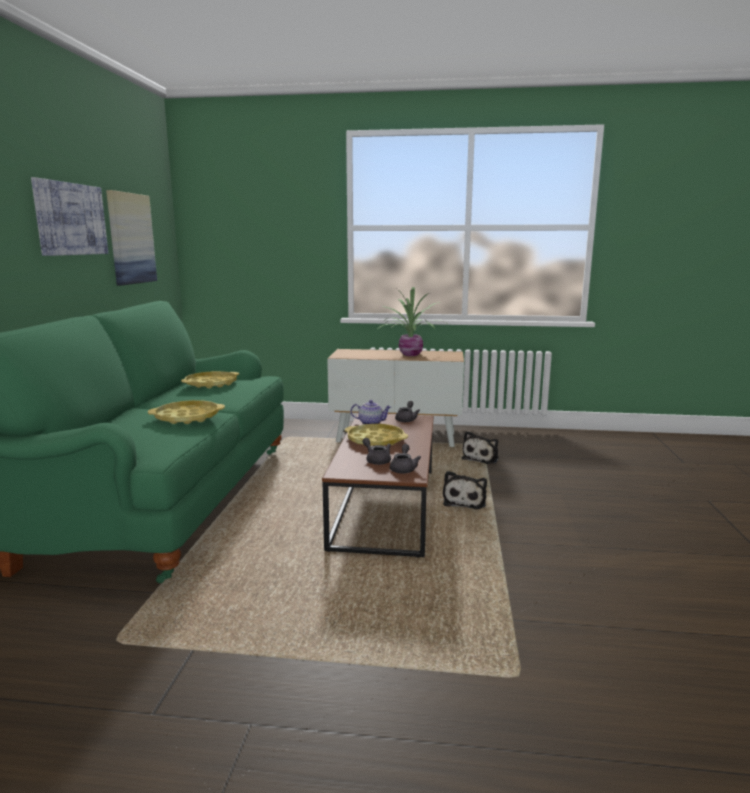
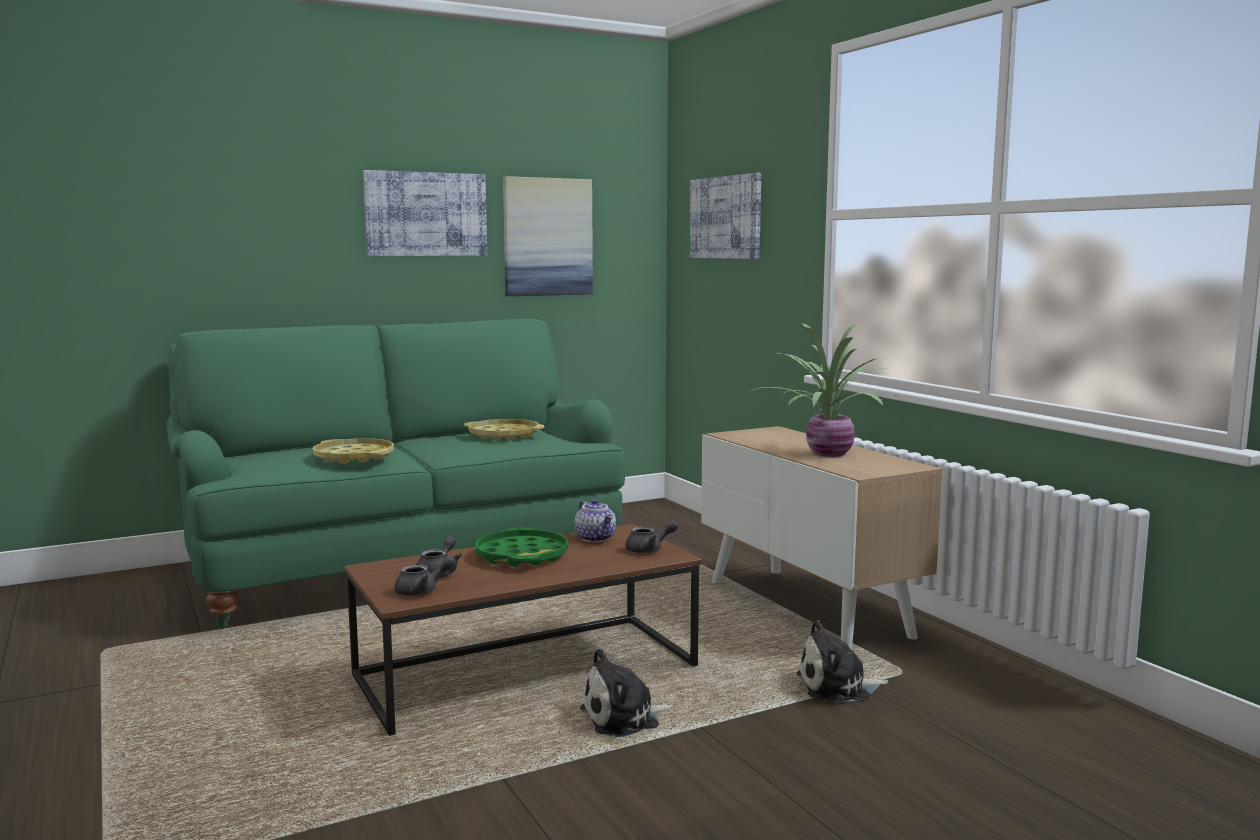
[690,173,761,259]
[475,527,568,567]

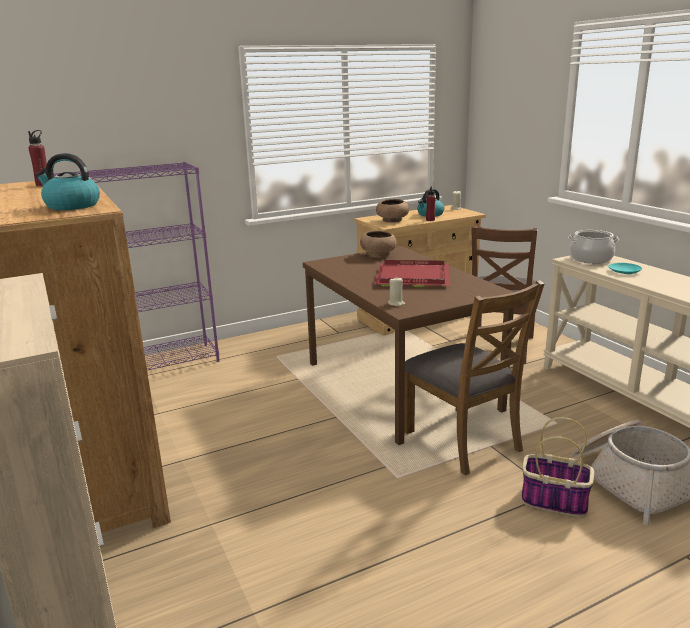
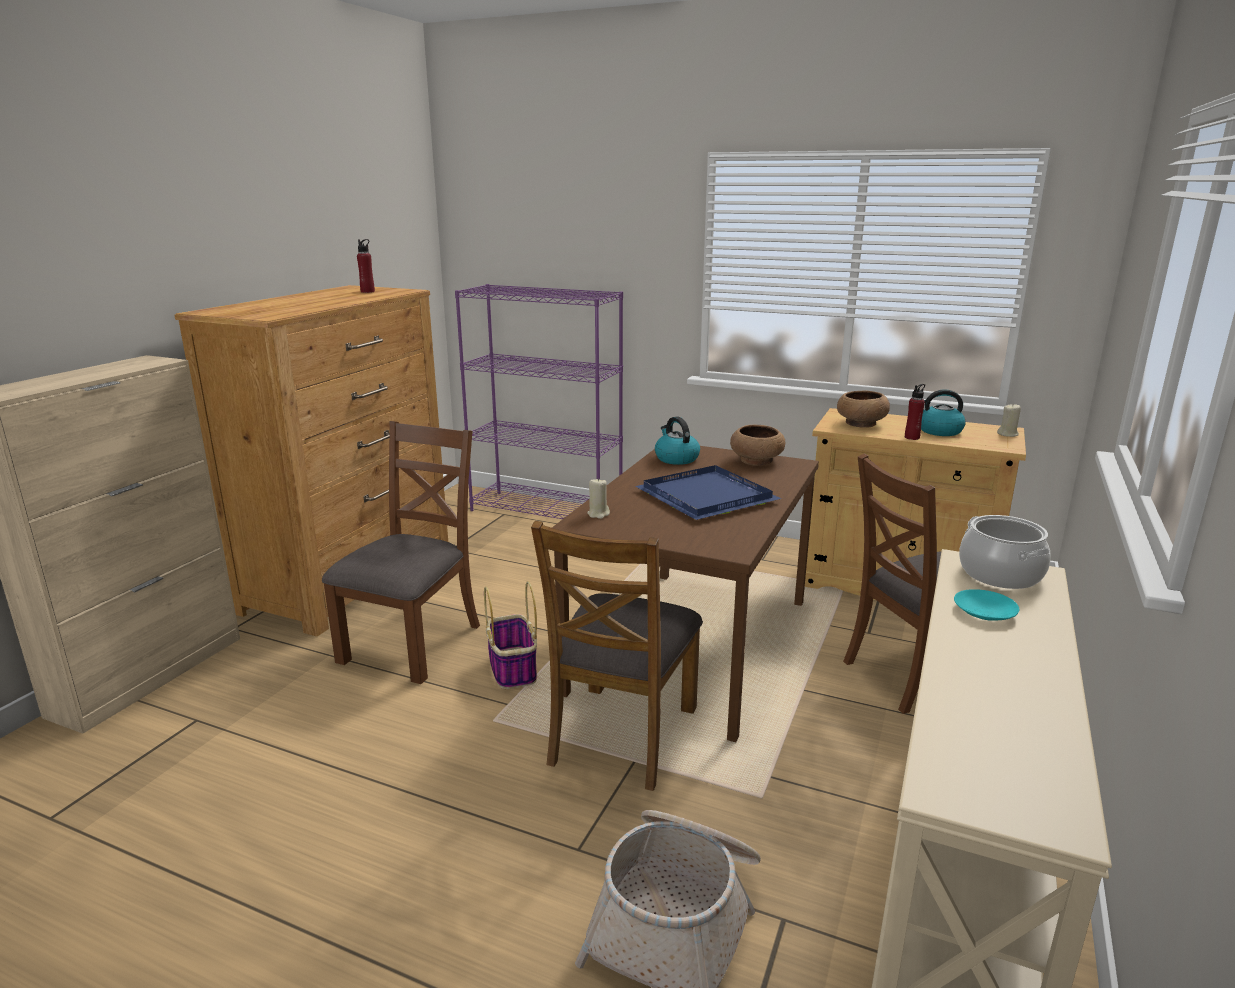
[322,421,480,684]
[655,417,700,465]
[484,581,537,689]
[635,465,781,520]

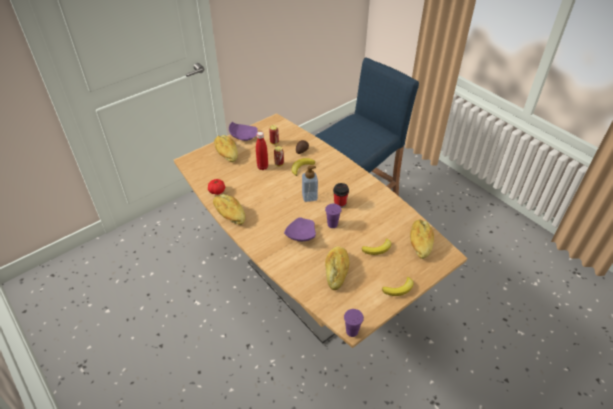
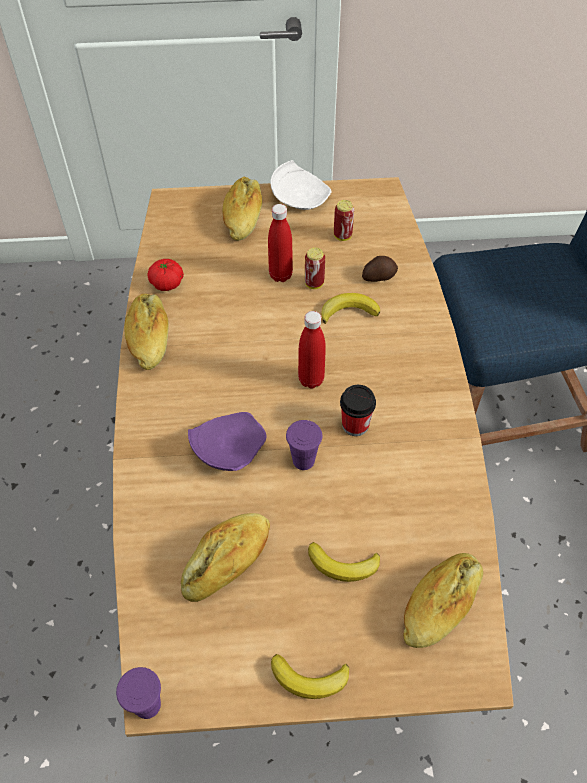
[298,311,326,389]
[271,160,332,210]

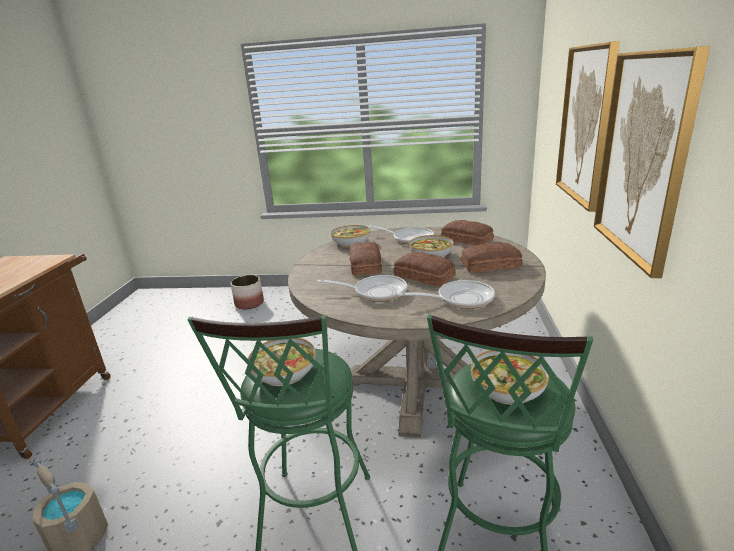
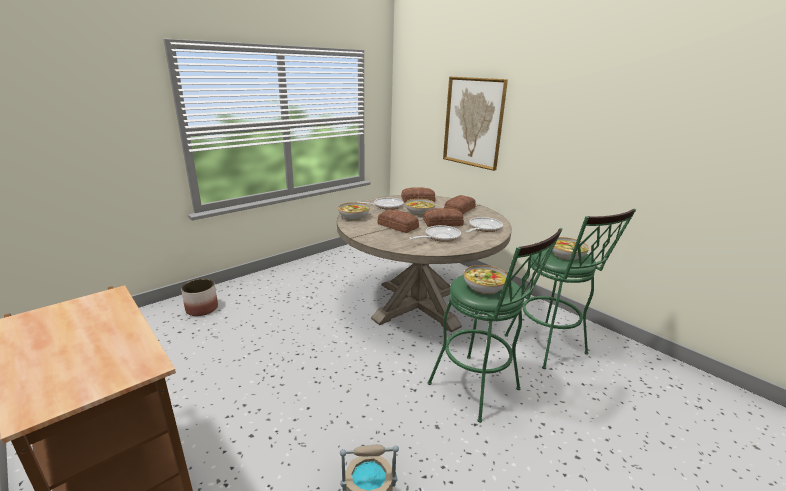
[594,46,710,278] (first image)

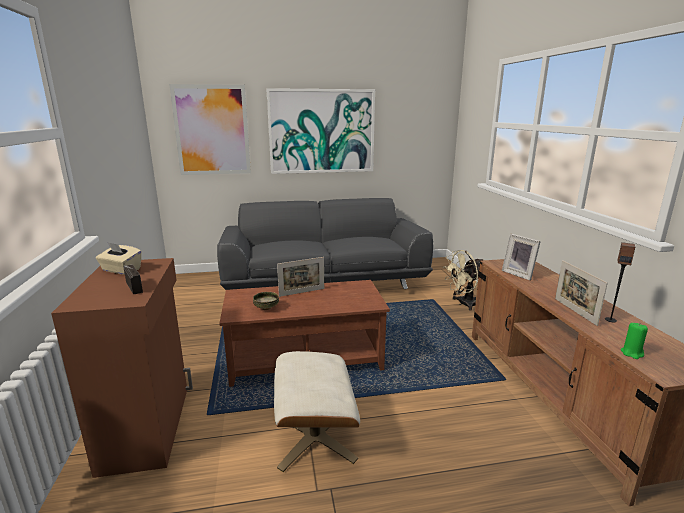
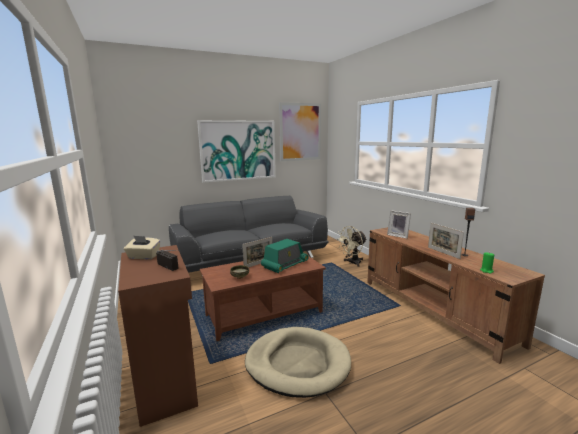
[261,239,309,273]
[279,102,321,161]
[245,327,351,398]

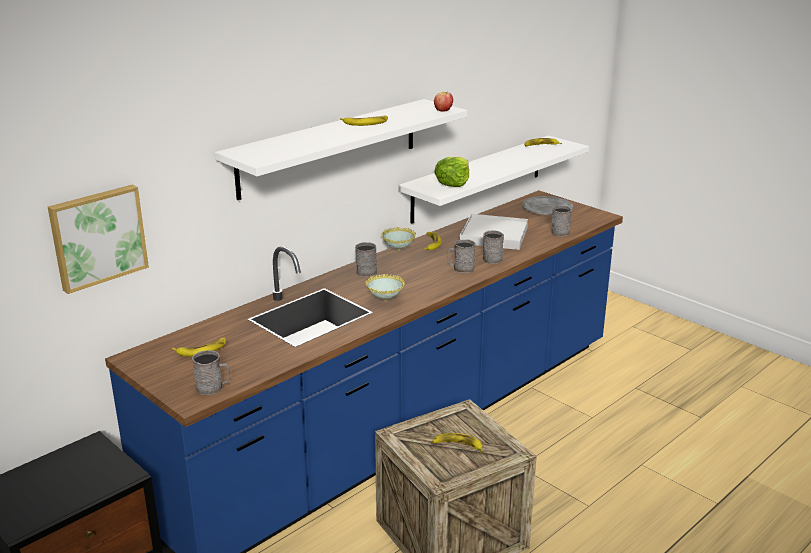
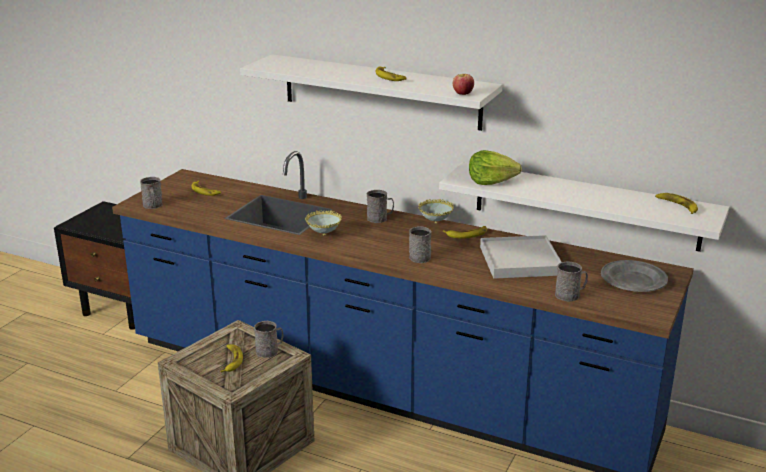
[48,184,149,294] (first image)
[254,321,284,358]

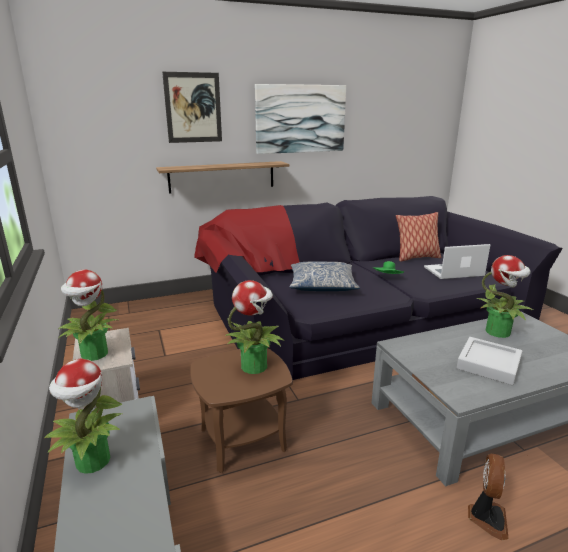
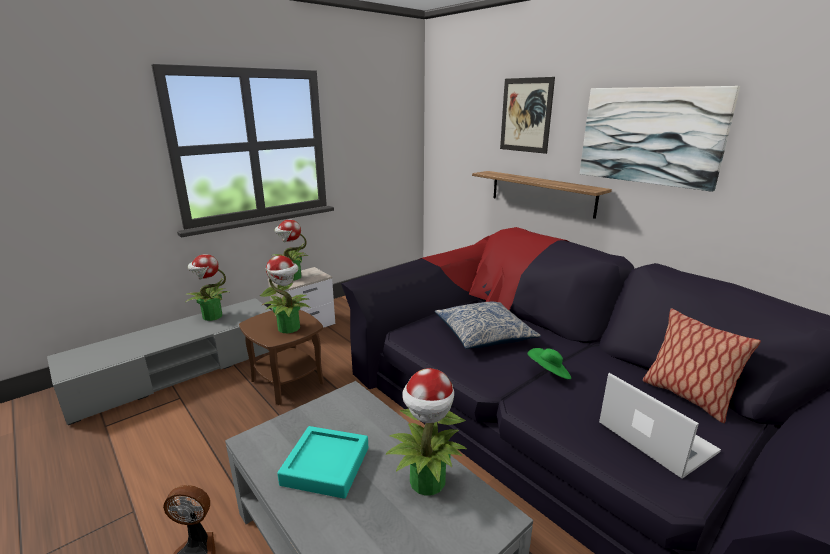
[277,426,368,499]

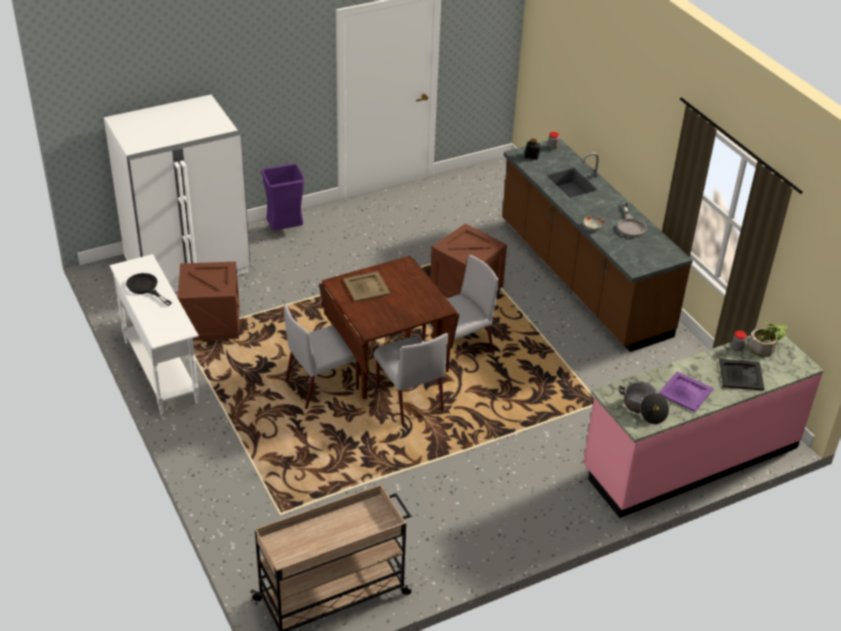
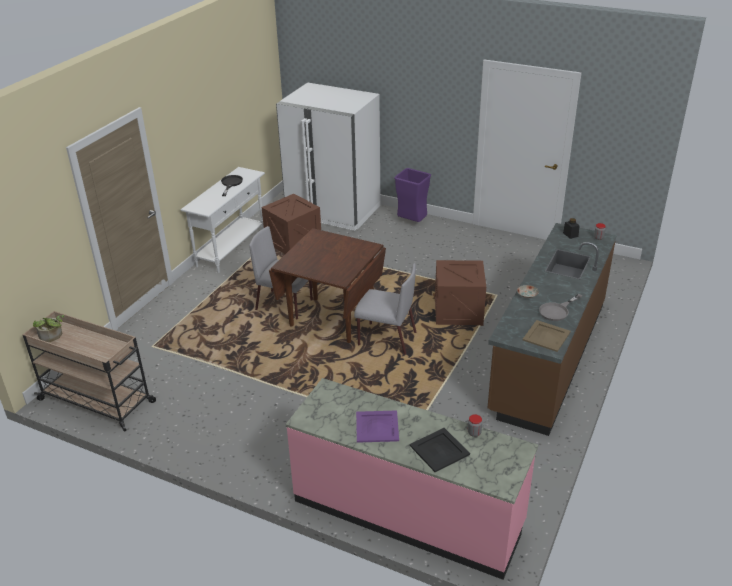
[374,333,448,425] (first image)
[619,381,669,425] (first image)
[522,320,571,352]
[33,315,64,342]

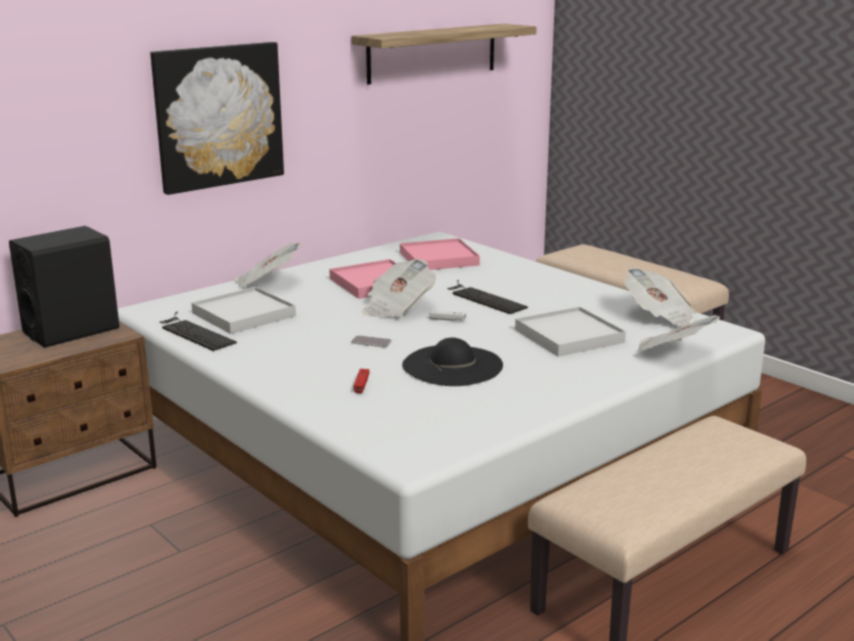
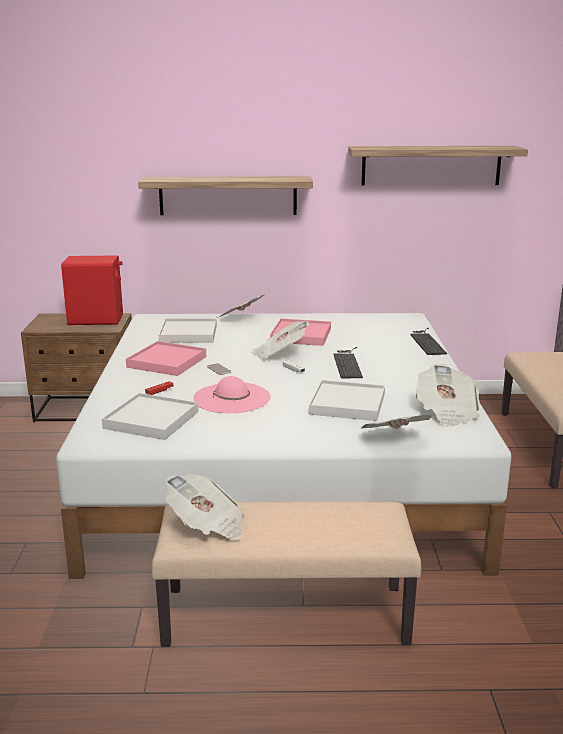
[102,393,198,440]
[166,474,244,541]
[411,328,447,355]
[126,341,206,376]
[138,176,313,215]
[61,255,123,325]
[194,376,271,413]

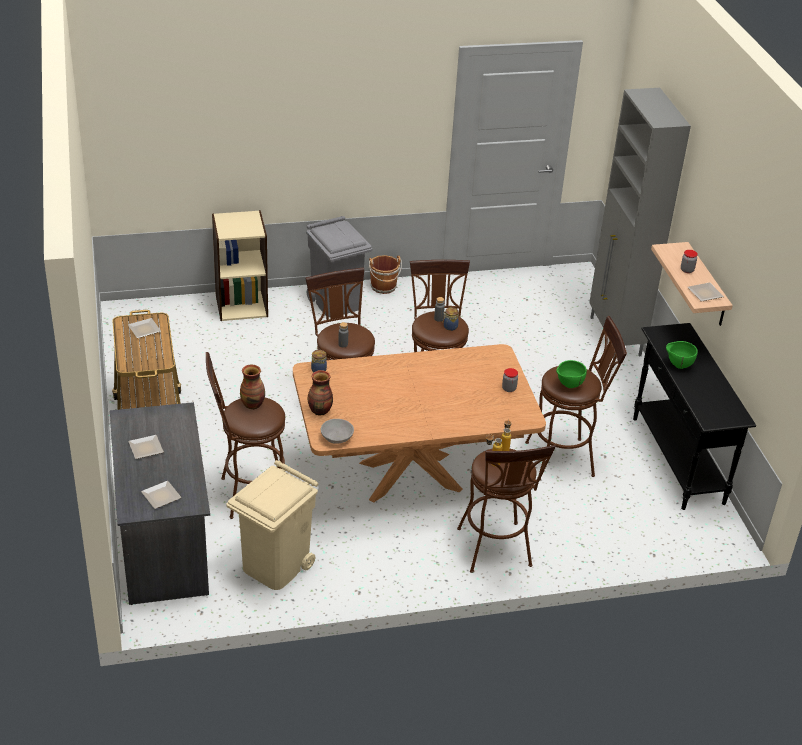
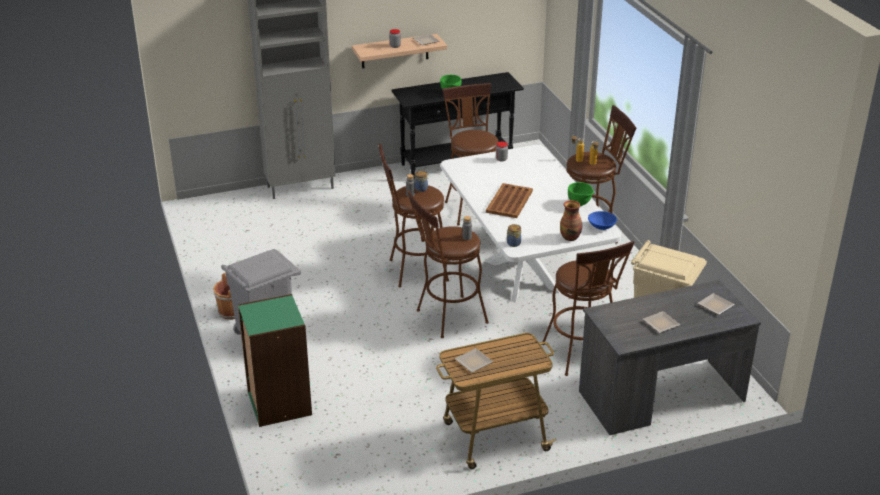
[240,365,265,409] (first image)
[486,183,533,218]
[568,182,594,206]
[238,294,312,427]
[441,145,621,303]
[588,211,617,230]

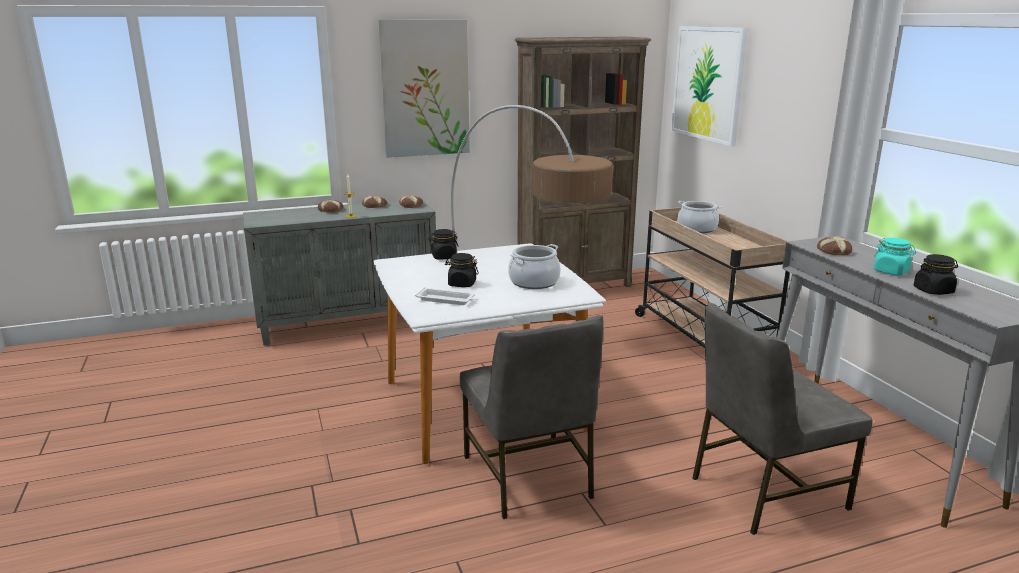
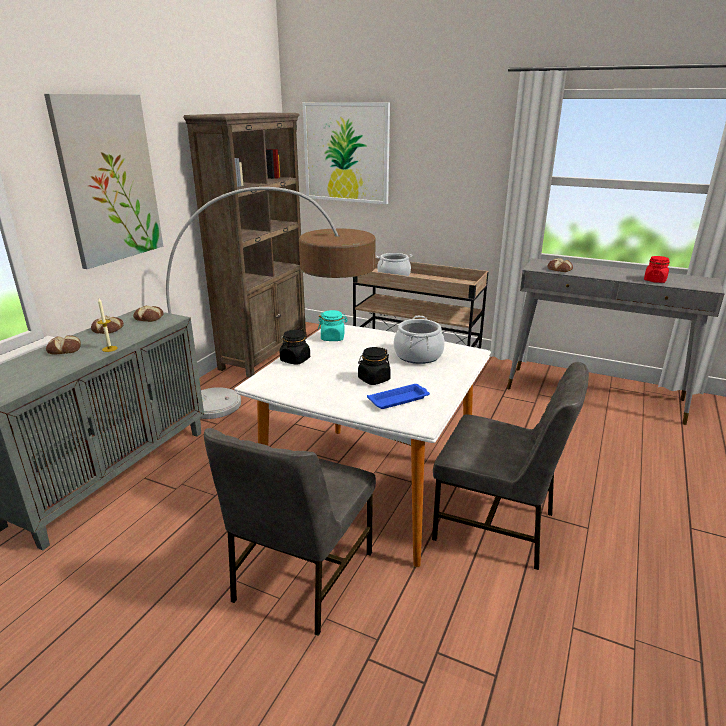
[204,428,376,636]
[318,310,348,341]
[367,384,430,409]
[644,256,670,283]

